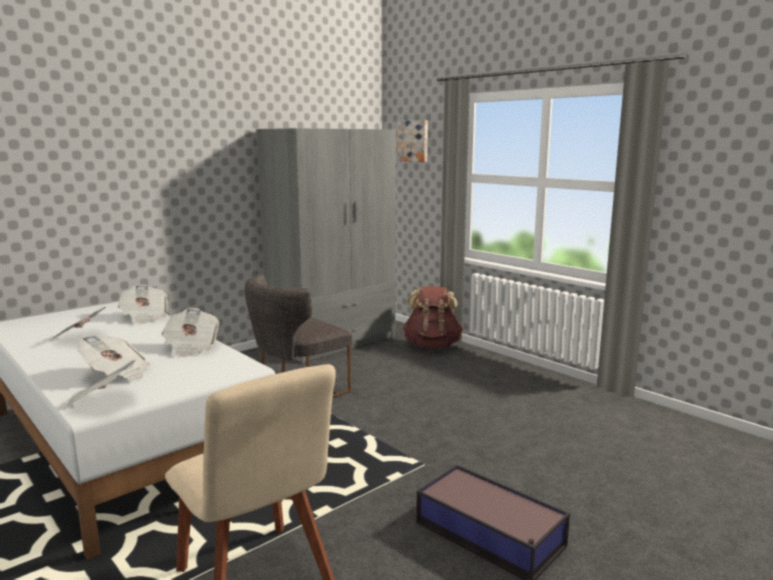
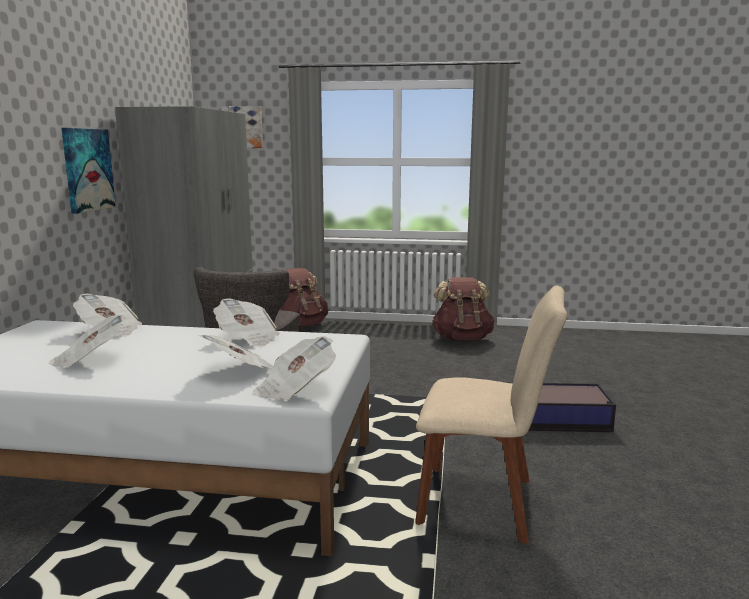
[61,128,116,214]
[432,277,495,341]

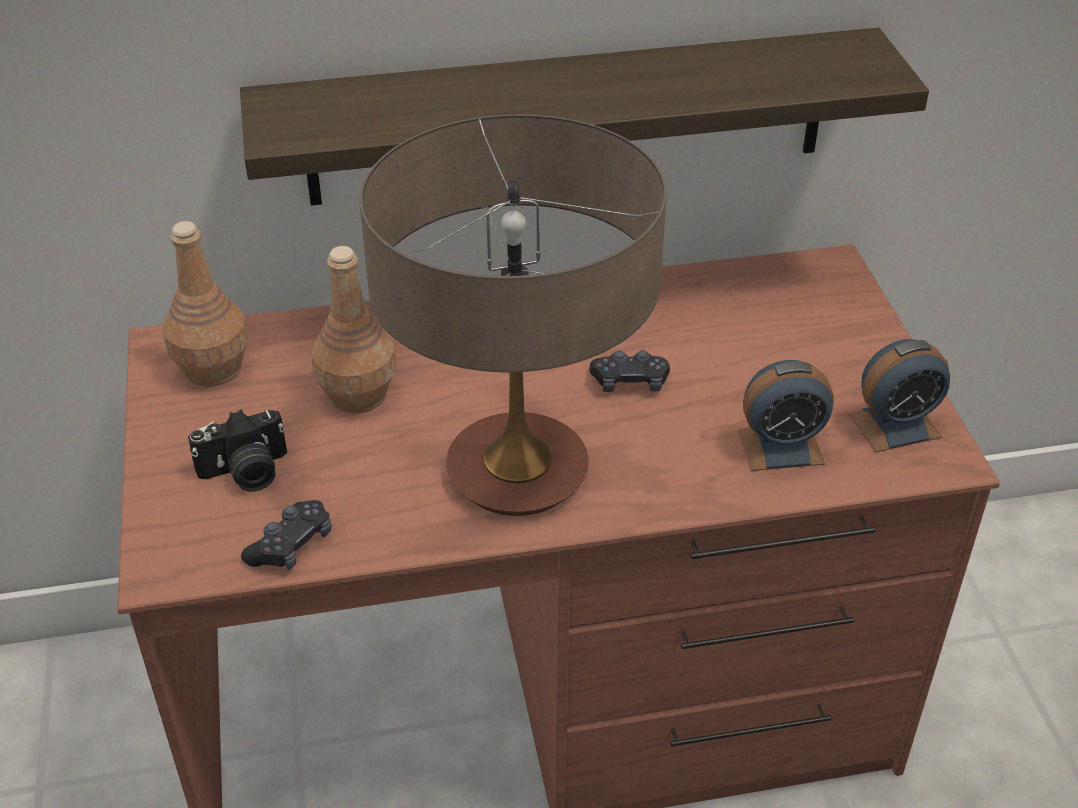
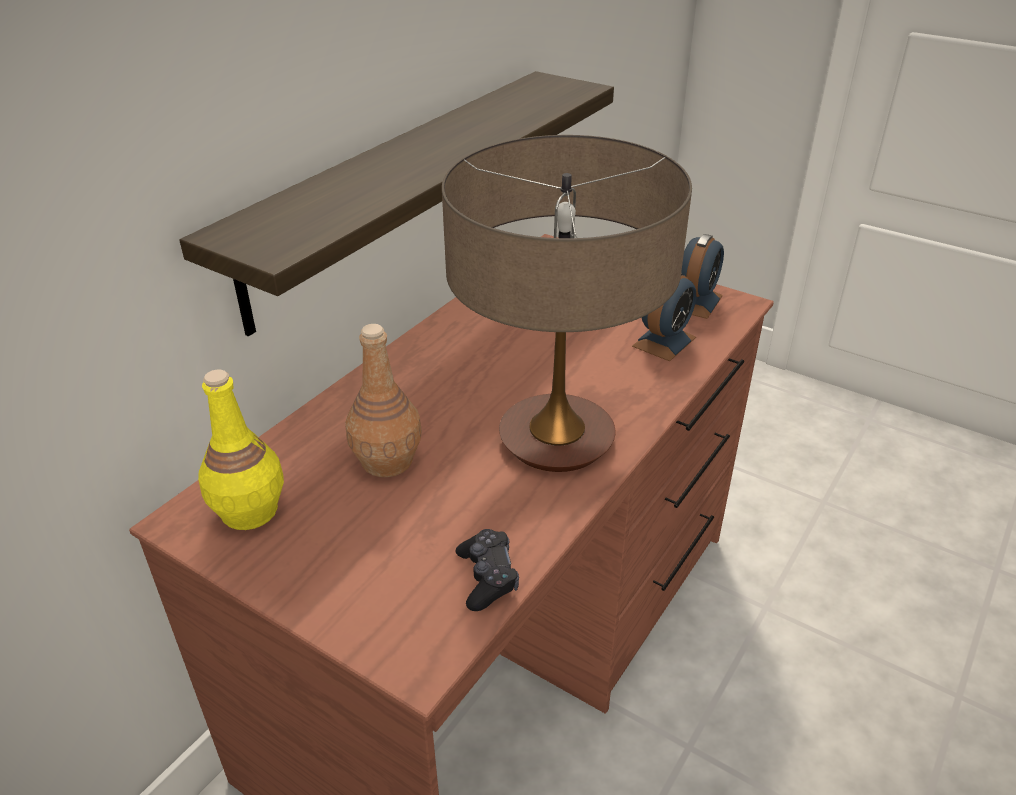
[188,409,287,492] (first image)
[589,350,670,392] (first image)
[198,370,284,530]

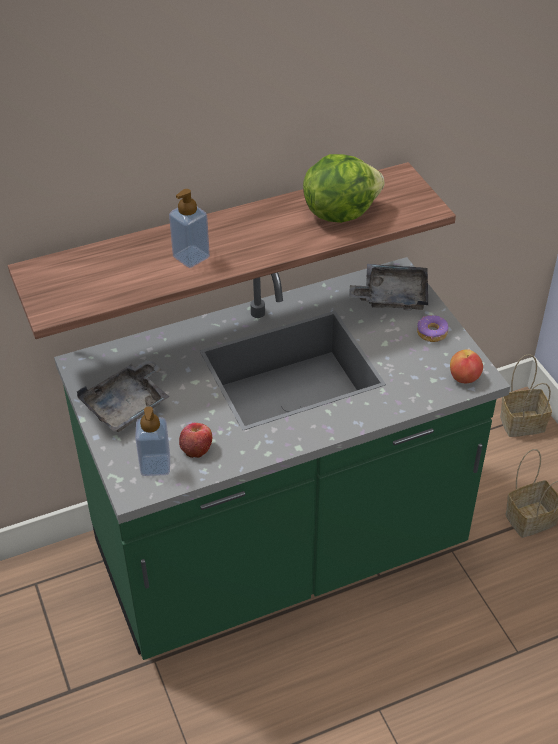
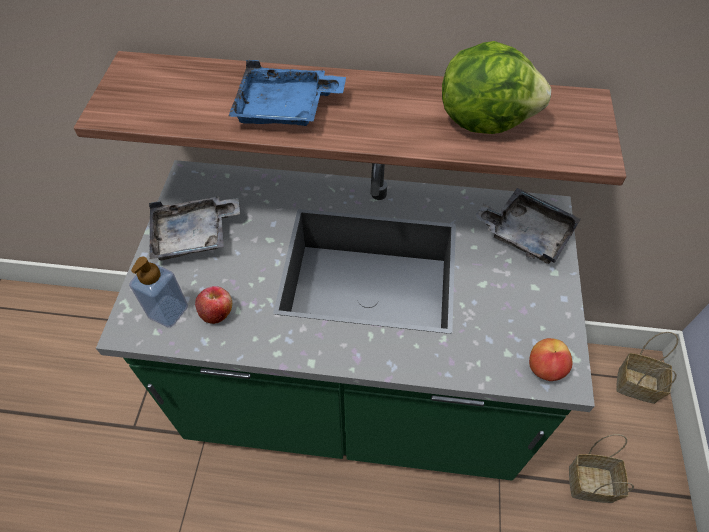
[417,315,449,342] (first image)
[229,60,346,126]

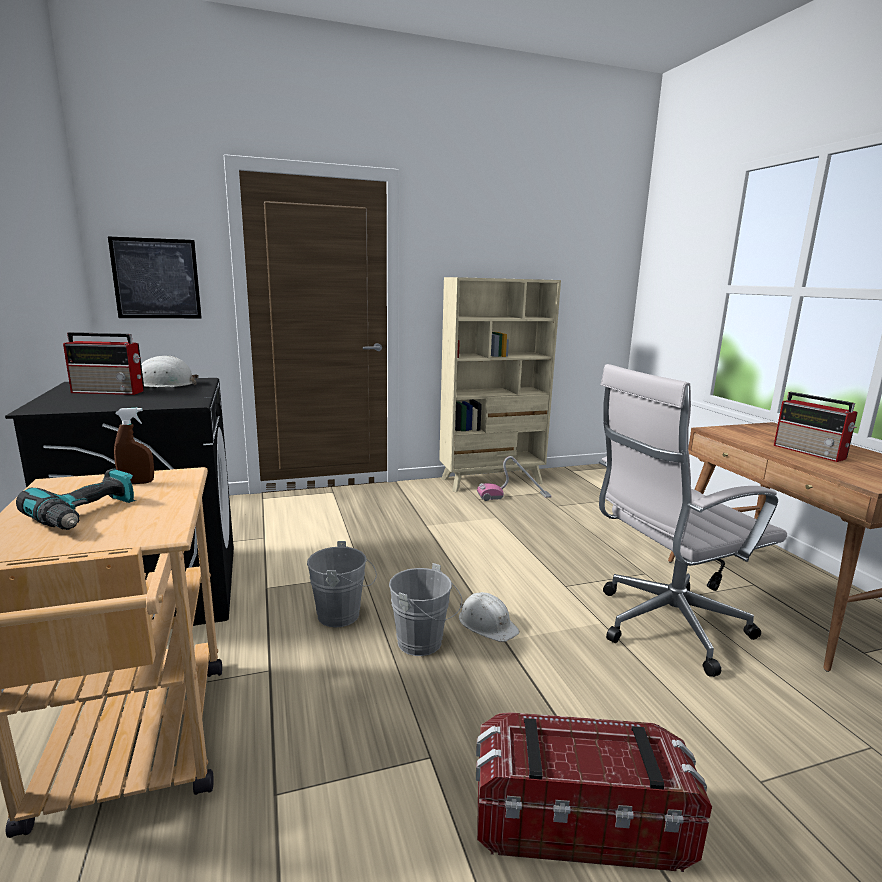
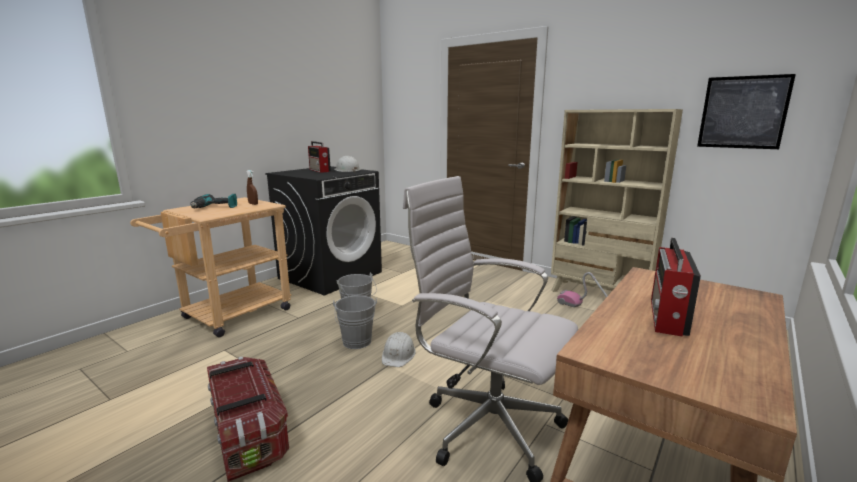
[697,74,796,149]

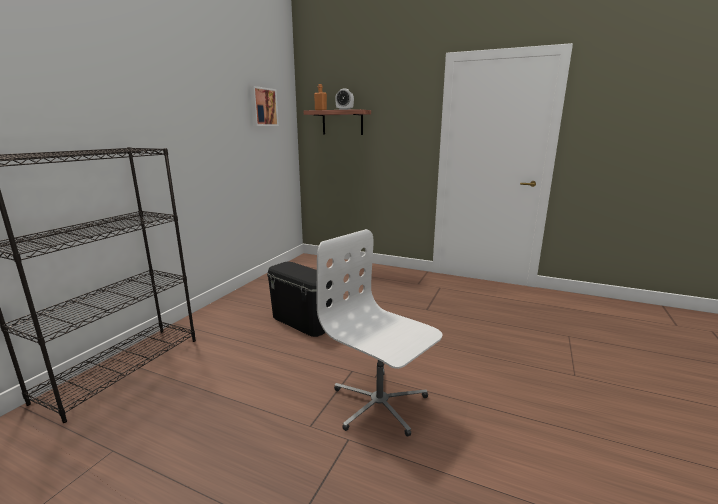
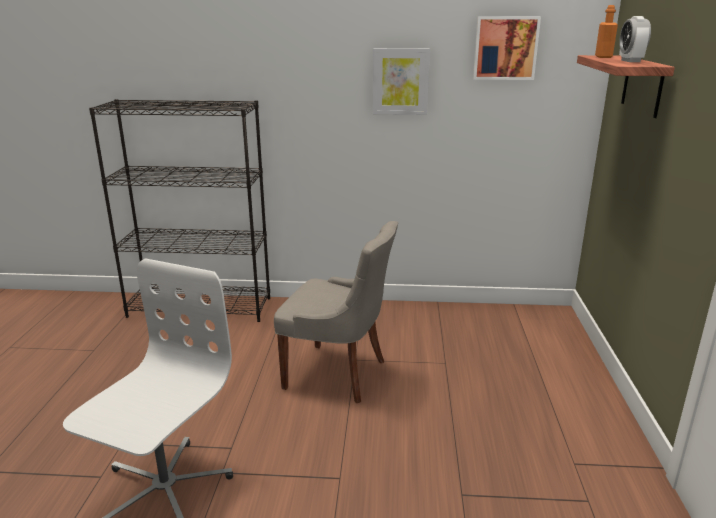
[373,48,430,115]
[274,221,398,403]

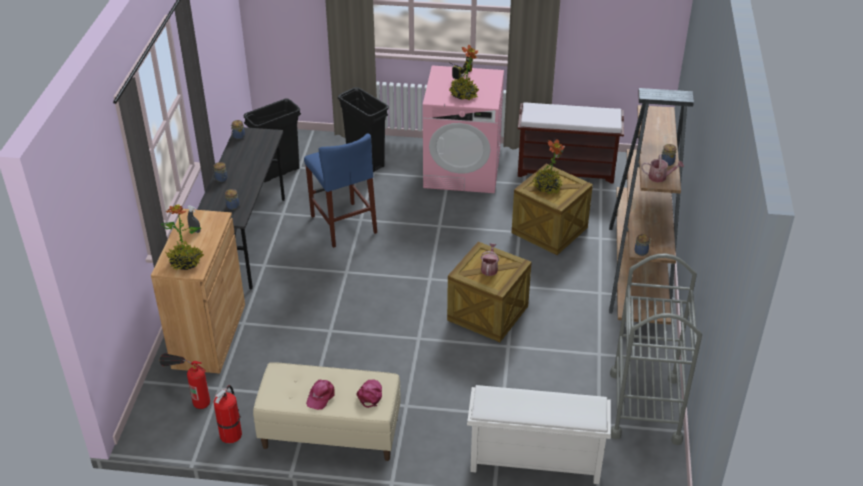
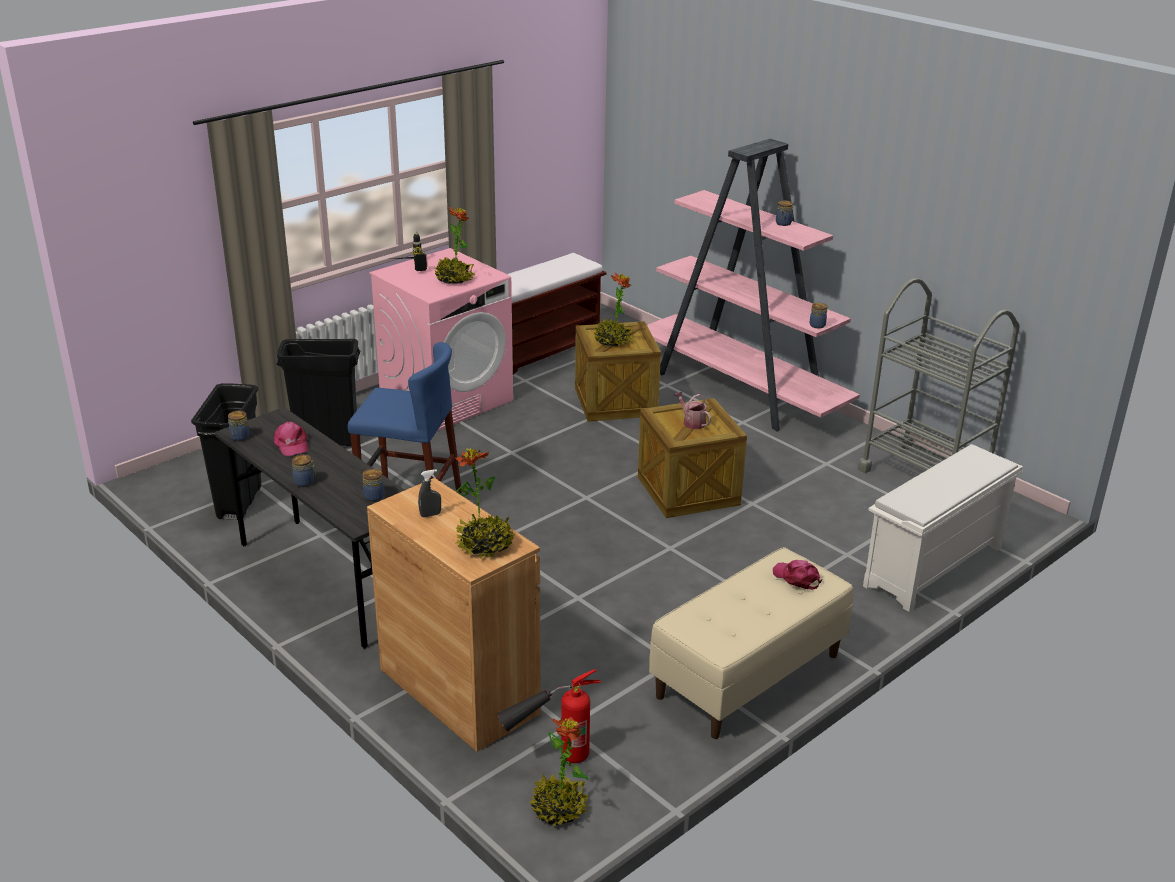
[213,385,242,443] (first image)
[641,154,684,183] (first image)
[530,717,589,826]
[274,422,309,456]
[647,139,860,432]

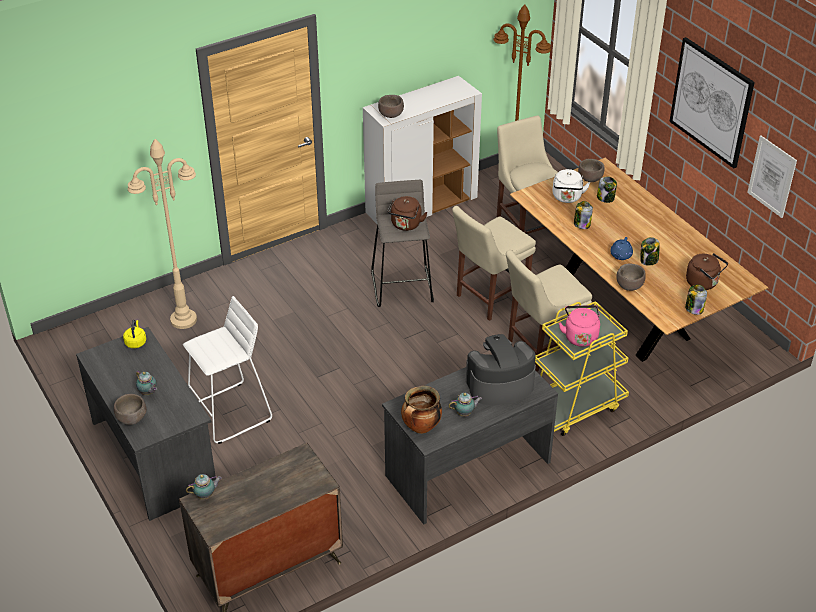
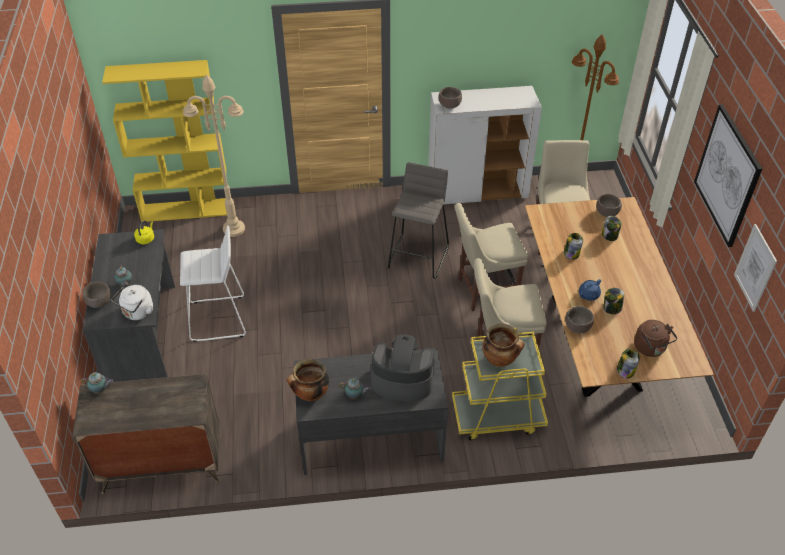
[388,196,428,231] (first image)
[102,60,227,222]
[112,285,153,320]
[482,324,524,367]

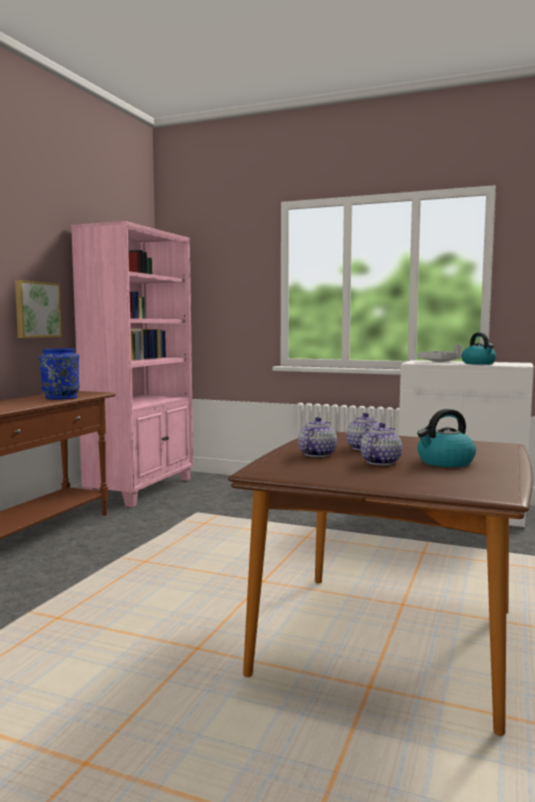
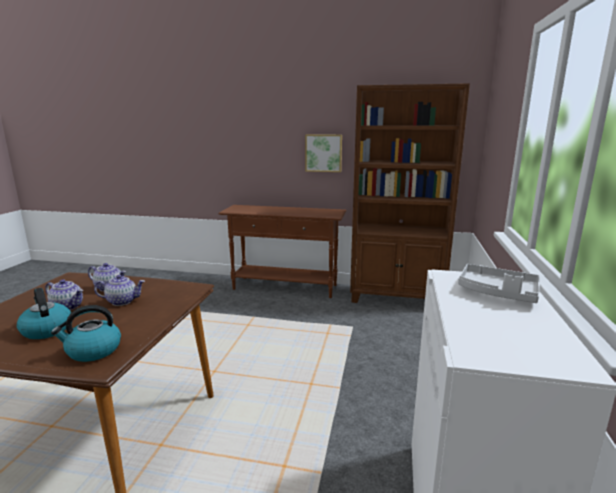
[39,348,80,400] (first image)
[51,305,121,362]
[350,83,470,303]

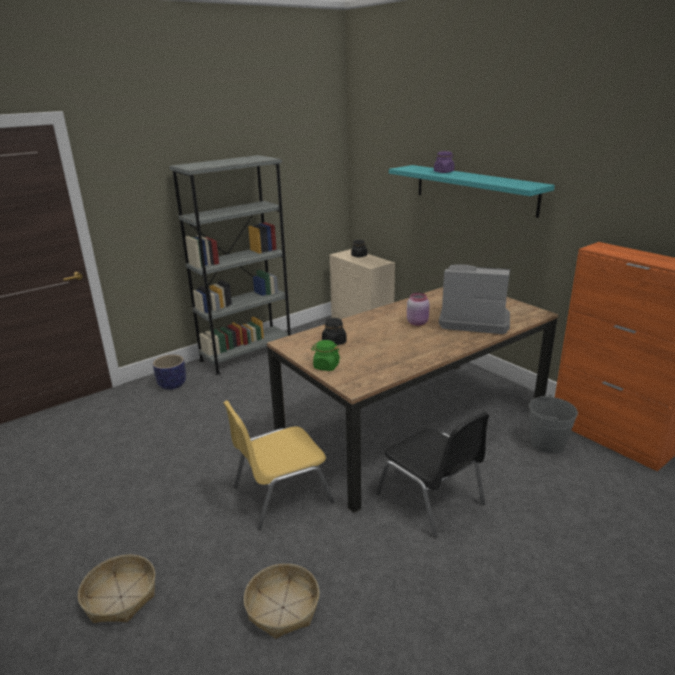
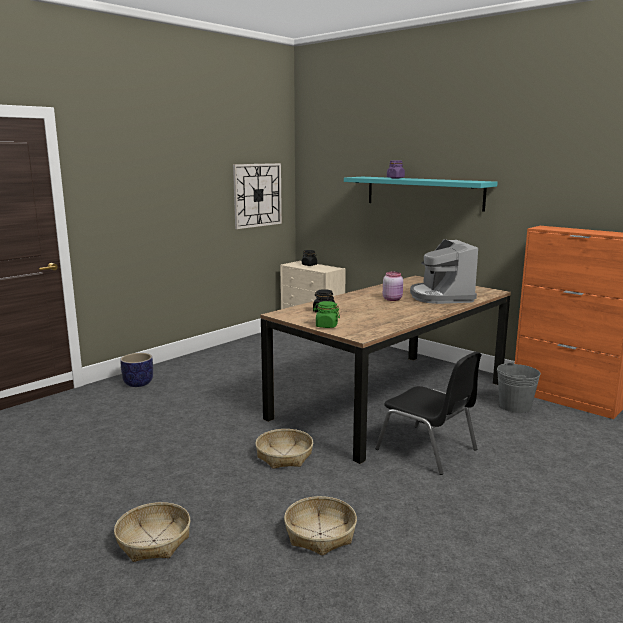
[169,155,291,375] (first image)
[233,163,282,229]
[255,429,313,469]
[410,239,478,304]

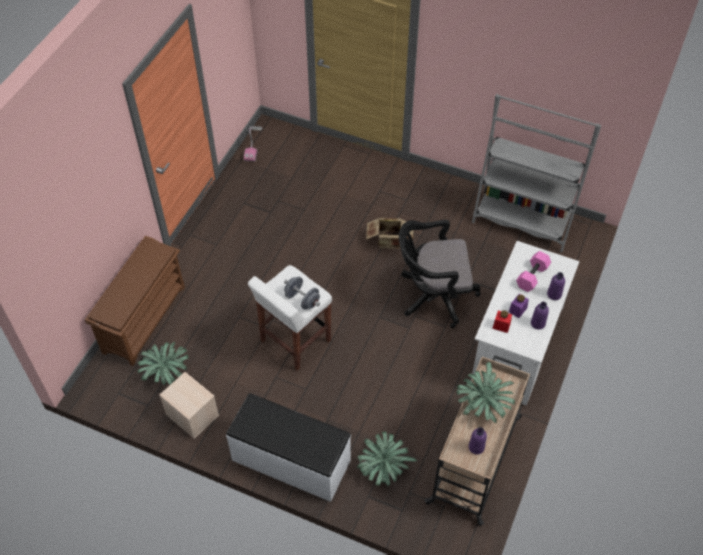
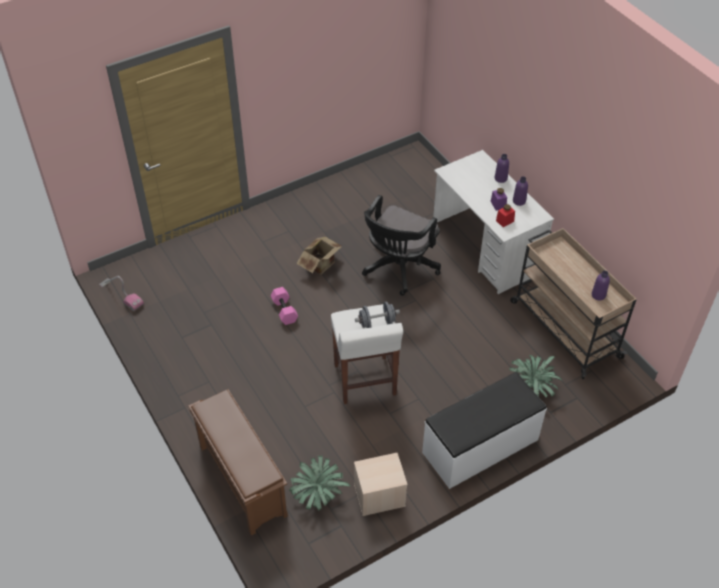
[456,362,515,423] (first image)
[472,94,601,252] (first image)
[270,287,298,325]

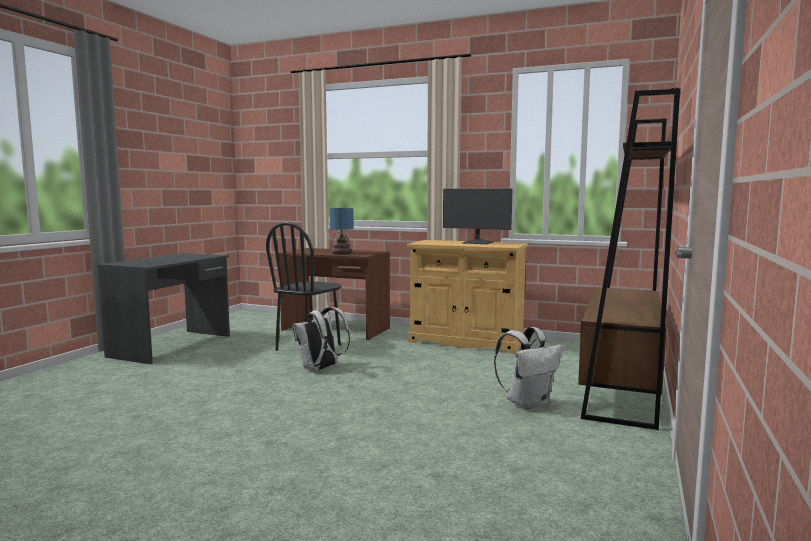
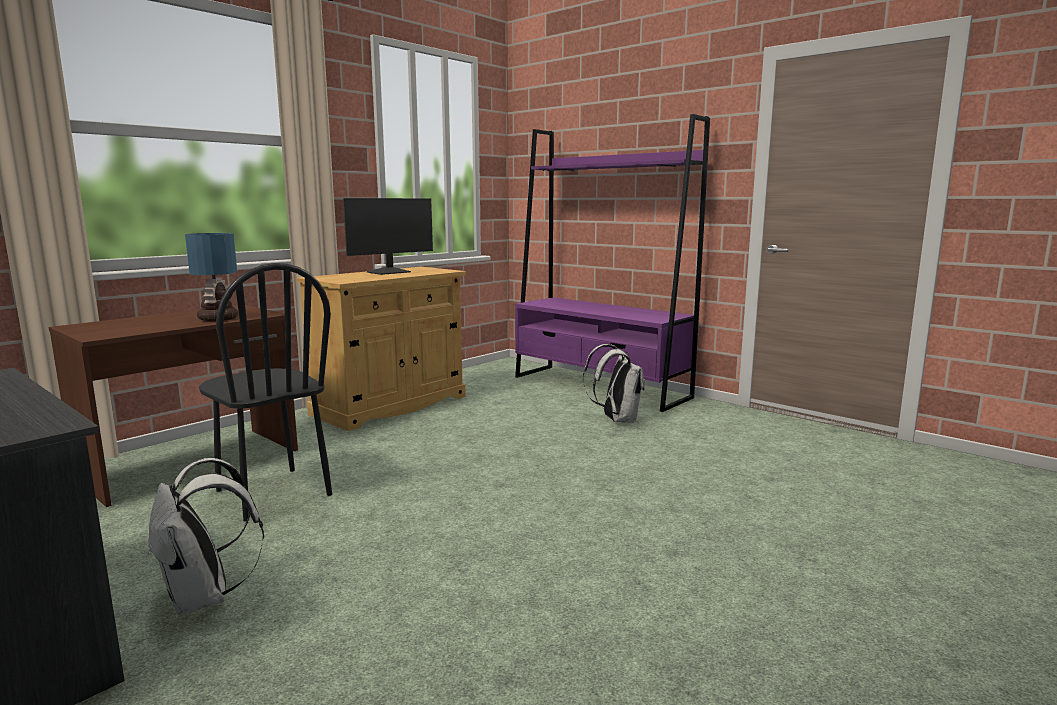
[148,458,264,615]
[515,114,710,412]

